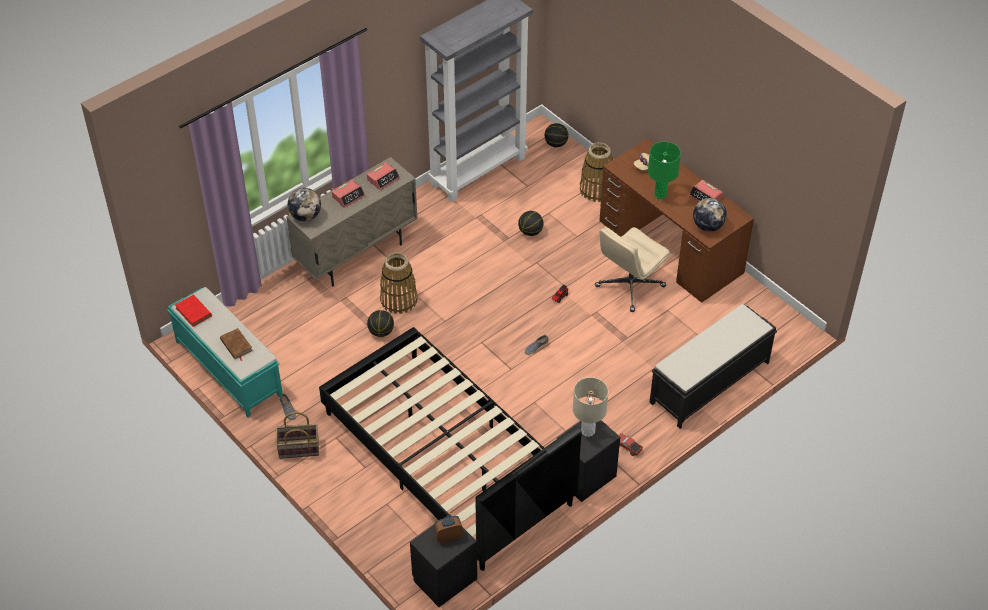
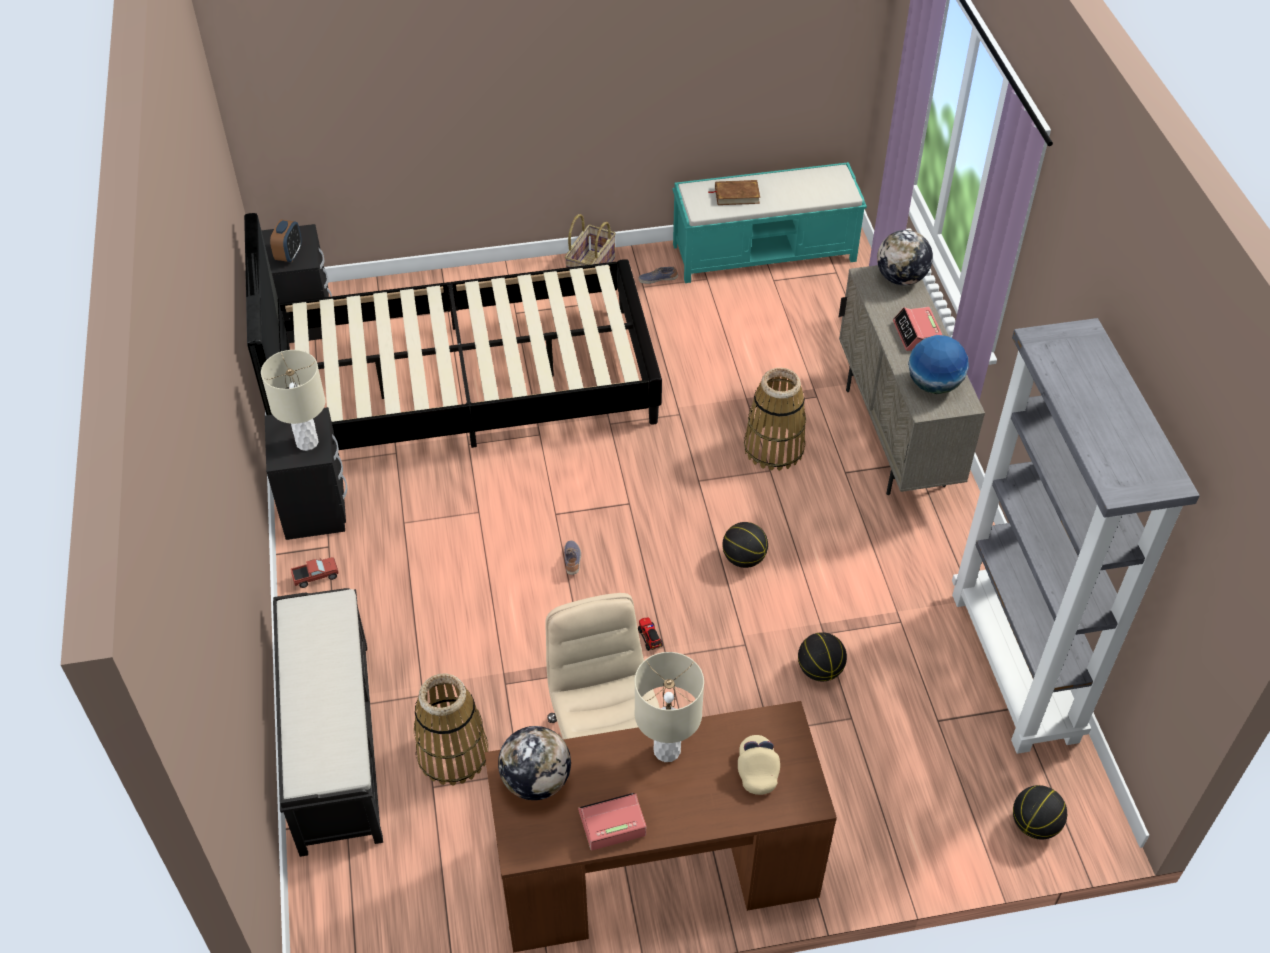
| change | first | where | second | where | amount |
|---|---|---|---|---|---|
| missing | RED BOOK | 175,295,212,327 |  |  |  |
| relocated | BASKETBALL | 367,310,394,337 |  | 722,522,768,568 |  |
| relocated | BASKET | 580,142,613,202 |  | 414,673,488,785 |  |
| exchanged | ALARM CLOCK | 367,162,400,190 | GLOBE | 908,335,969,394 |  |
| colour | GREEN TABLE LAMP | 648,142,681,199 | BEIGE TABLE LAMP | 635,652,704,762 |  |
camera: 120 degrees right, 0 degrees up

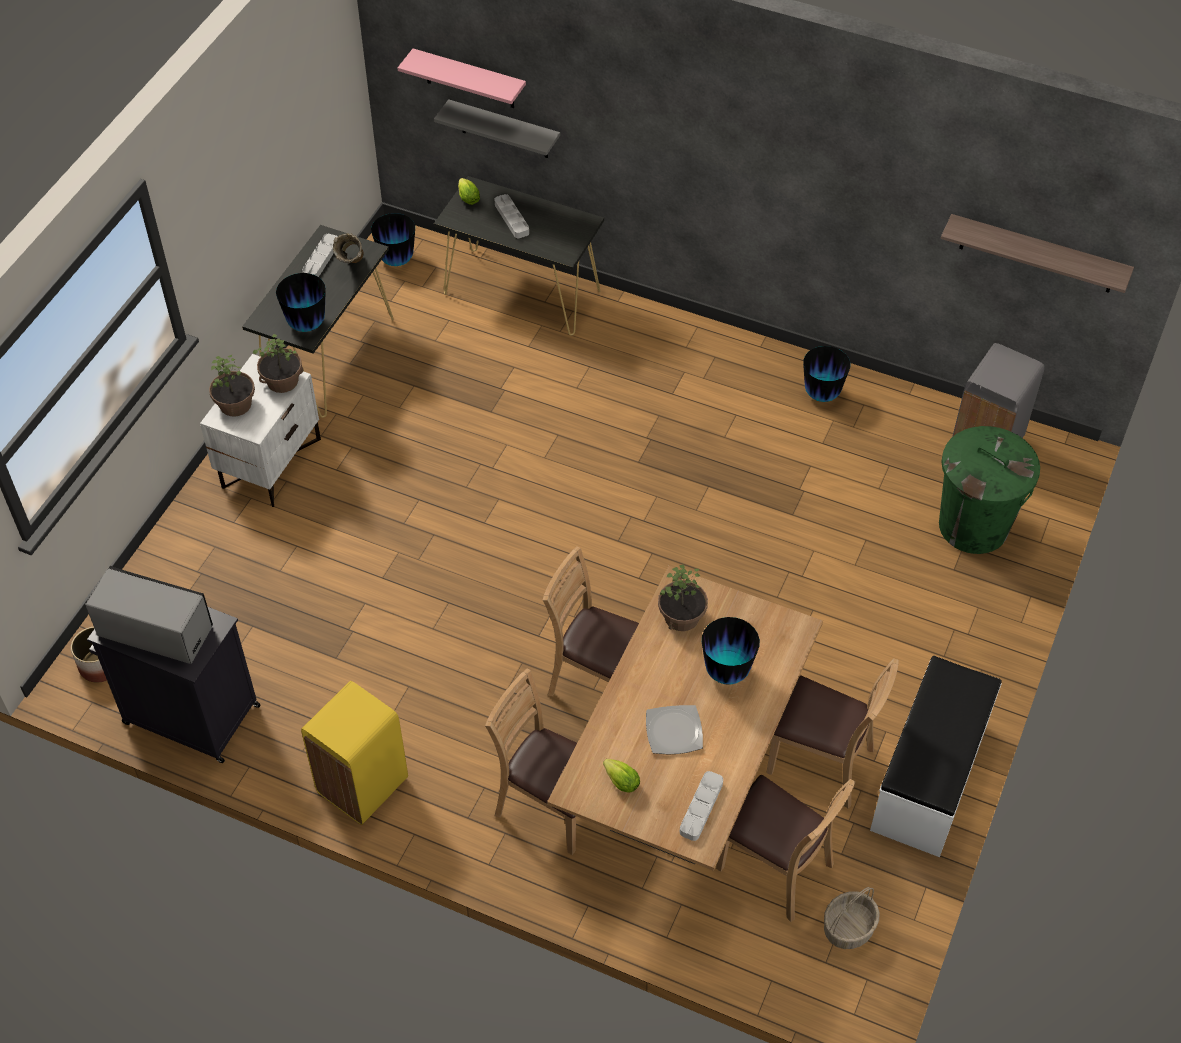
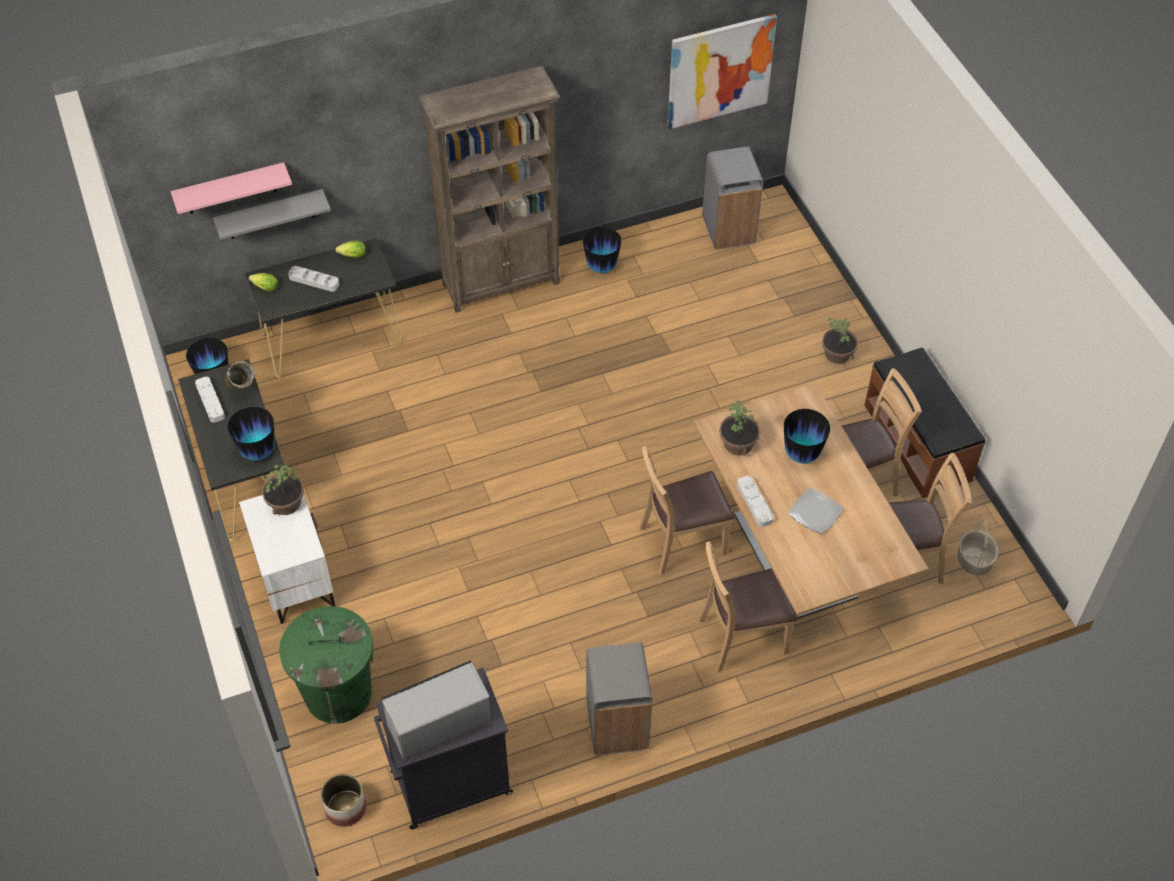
| change | first | where | second | where | amount |
|---|---|---|---|---|---|
| appeared |  |  | BROWN BOOKCASE | 419,66,560,313 |  |
| relocated | POTTED PLANT | 209,355,255,417 |  | 822,318,858,364 |  |
| relocated | LETTUCE | 603,759,640,793 |  | 335,241,366,258 |  |
| relocated | GREY TRAY | 680,771,723,841 |  | 737,476,773,527 |  |
| relocated | GREEN TRASH CAN | 939,426,1040,554 |  | 279,606,373,724 |  |
| exchanged | SHELF | 941,214,1134,293 | PICTURE | 668,14,777,129 |  |
| colour | YELLOW TRASH CAN | 301,681,408,825 | GREY TRASH CAN | 586,642,652,755 |  |
| colour | WHITE BENCH | 870,656,1002,857 | BROWN BENCH | 864,347,985,498 |  |
camera: 45 degrees left, 0 degrees up

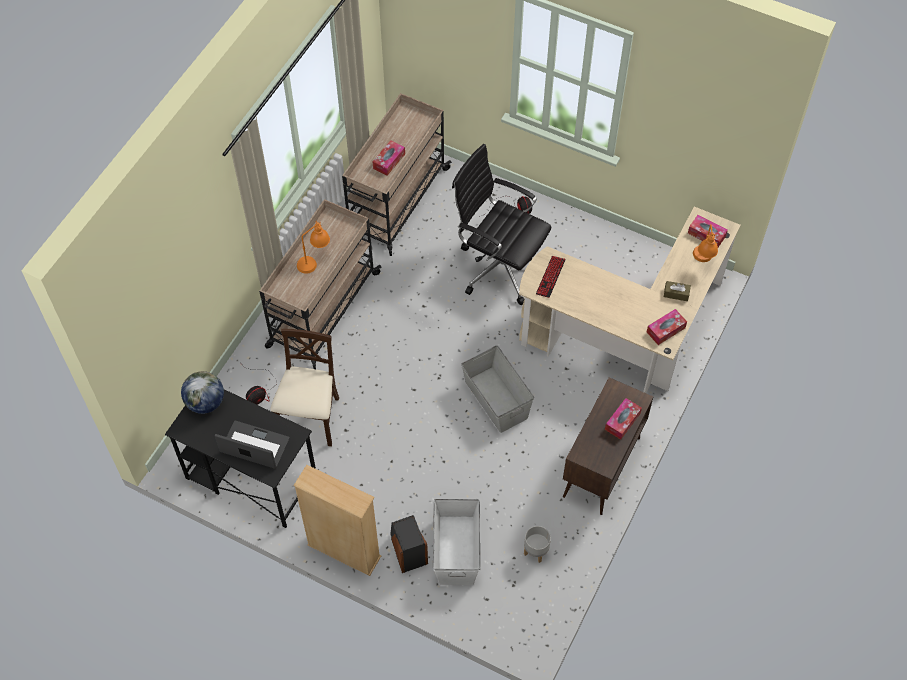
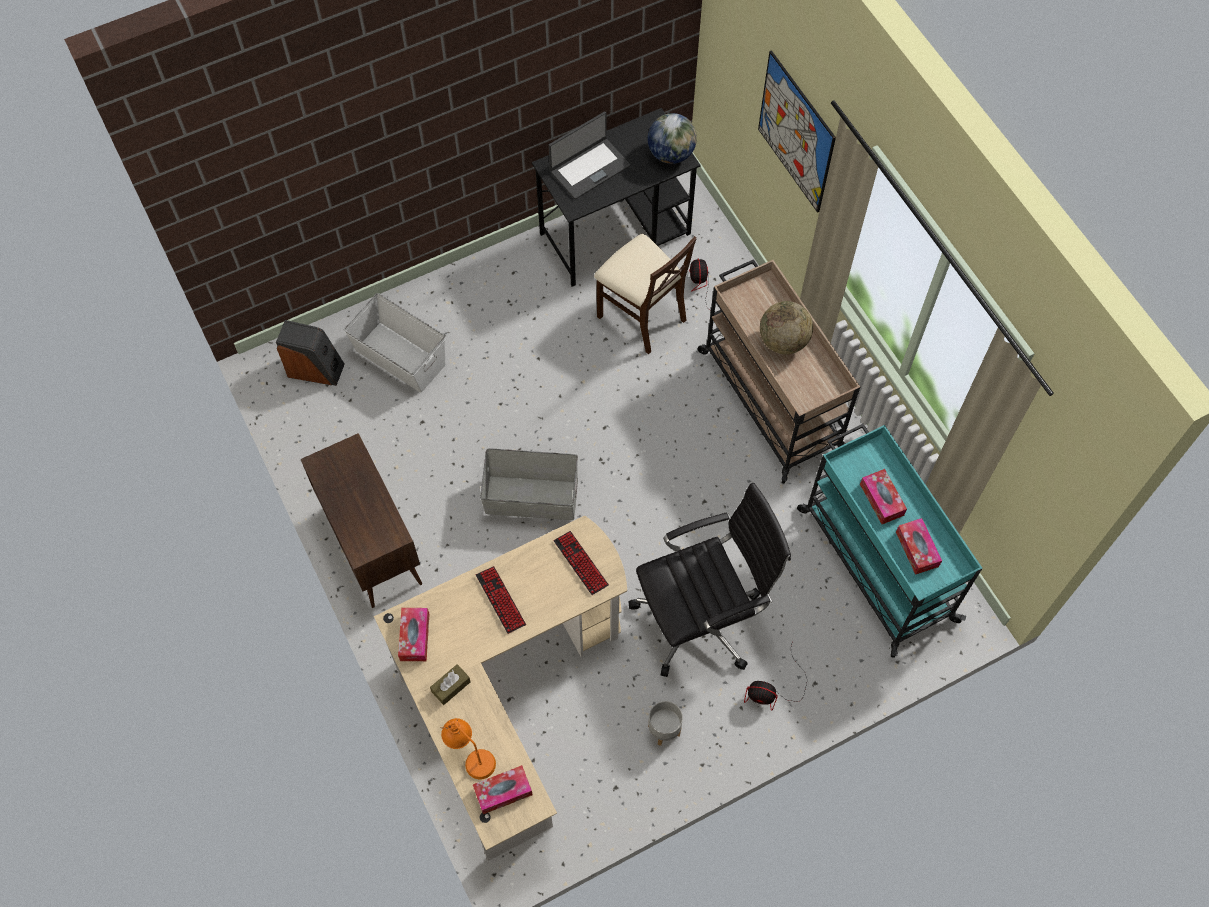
| change | first | where | second | where | amount |
|---|---|---|---|---|---|
| missing | BEIGE BOOKCASE | 293,465,381,576 |  |  |  |
| appeared |  |  | KEYBOARD | 476,566,526,634 |  |
| appeared |  |  | PICTURE | 758,50,836,213 |  |
| relocated | SPEAKER | 390,515,428,573 |  | 276,320,345,386 |  |
| relocated | GREY PLANTER | 524,526,551,563 |  | 648,701,683,746 |  |
| relocated | TISSUE BOX | 605,398,642,440 |  | 896,518,942,575 |  |
| exchanged | ORANGE TABLE LAMP | 297,221,330,274 | GLOBE | 760,301,813,354 |  |
| colour | BEIGE CART | 342,93,452,256 | TURQUOISE CART | 797,424,983,658 |  |
camera: 125 degrees right, 5 degrees up

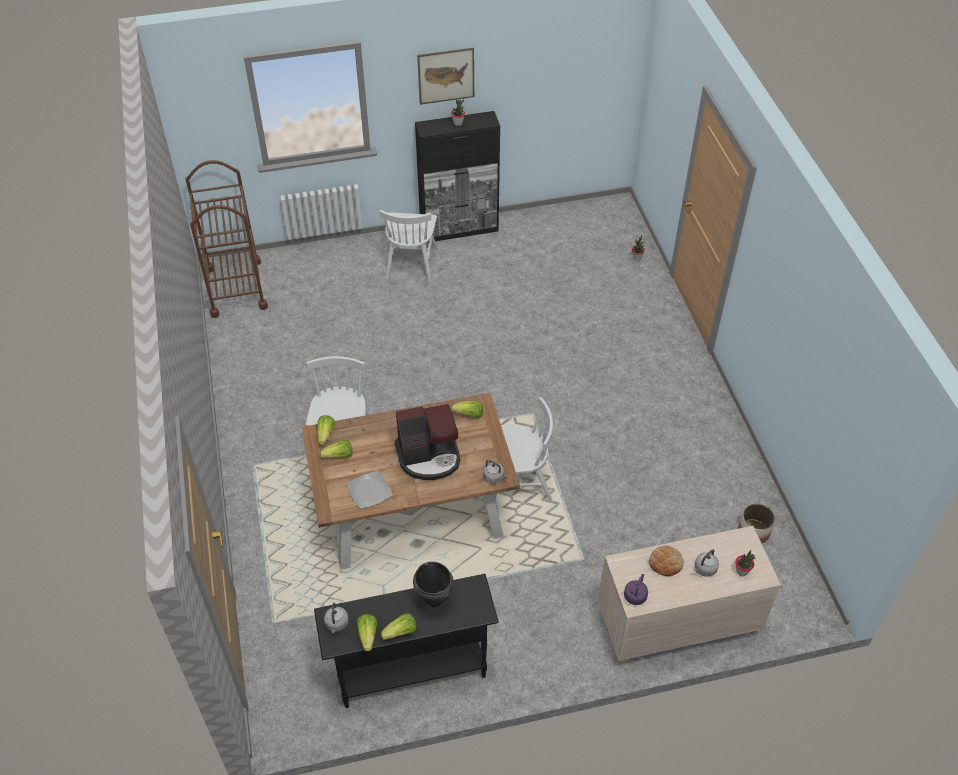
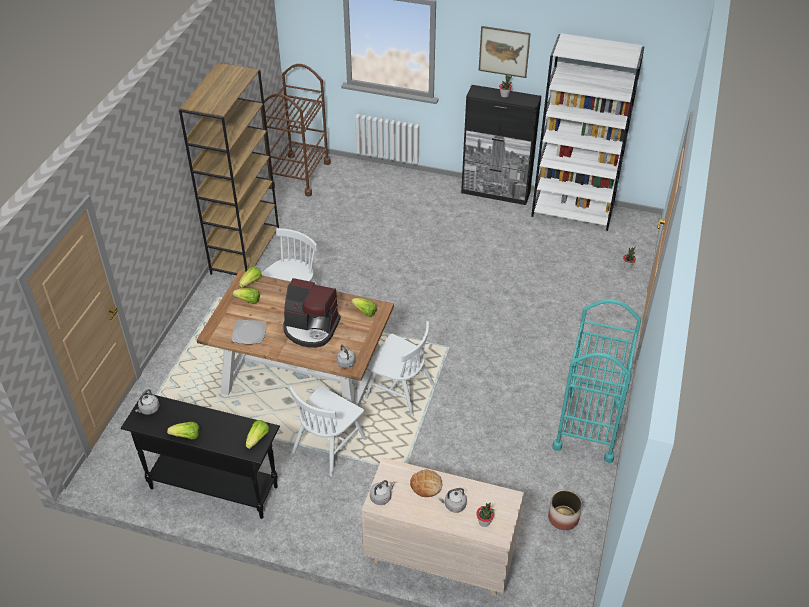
| change | first | where | second | where | amount |
|---|---|---|---|---|---|
| missing | BLACK COOKING POT | 413,561,454,607 |  |  |  |
| appeared |  |  | BROWN BOOKCASE | 179,63,279,275 |  |
| appeared |  |  | WHITE BOOKCASE | 531,33,644,231 |  |
| appeared |  |  | TURQUOISE CART | 552,299,641,463 |  |
| relocated | LETTUCE | 357,614,378,651 |  | 246,420,270,449 |  |
| relocated | WHITE CHAIR | 380,210,438,282 |  | 289,386,367,476 |  |
| colour | PURPLE KETTLE | 624,574,648,605 | GREY KETTLE | 370,480,395,505 |  |
camera: 30 degrees right, 5 degrees down

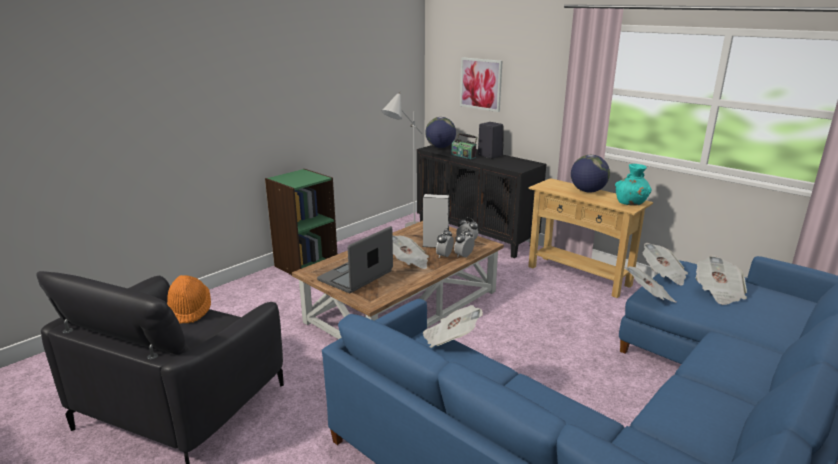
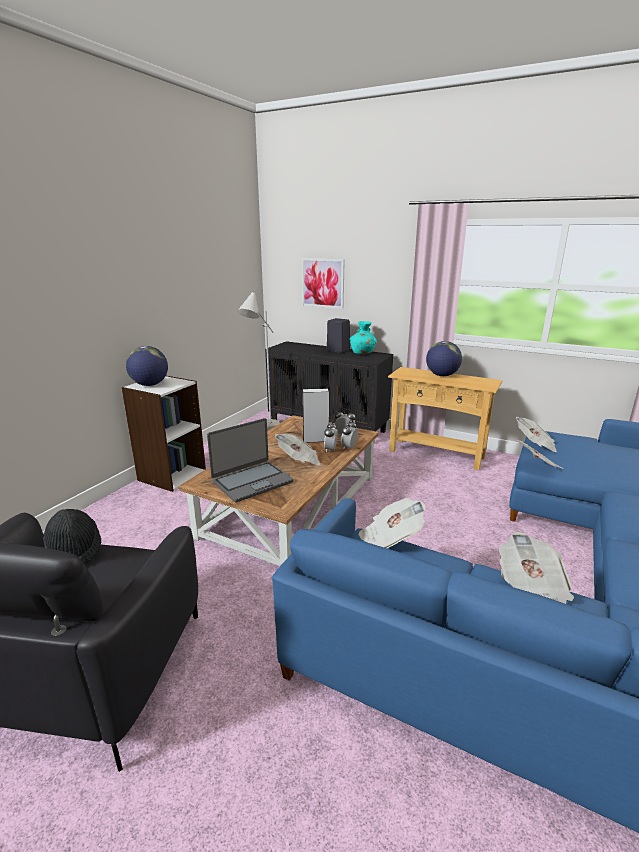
| change | first | where | second | where | amount |
|---|---|---|---|---|---|
| missing | RADIO | 451,133,478,159 |  |  |  |
| relocated | GLOBE | 425,117,456,148 |  | 126,346,168,386 |  |
| relocated | TURQUOISE VASE | 615,164,652,206 |  | 350,321,377,354 |  |
| relocated | NEWSPAPER | 696,256,747,305 |  | 499,532,574,604 |  |
| colour | ORANGE HAT | 167,275,211,323 | BLACK HAT | 43,509,101,565 |  |
| colour | GREEN BOOKCASE | 265,169,337,275 | WHITE BOOKCASE | 122,376,206,492 |  |
| spun | LAPTOP | 317,226,393,293 |  | 207,418,294,503 | 150 degrees counterclockwise |
camera: 15 degrees left, 0 degrees up

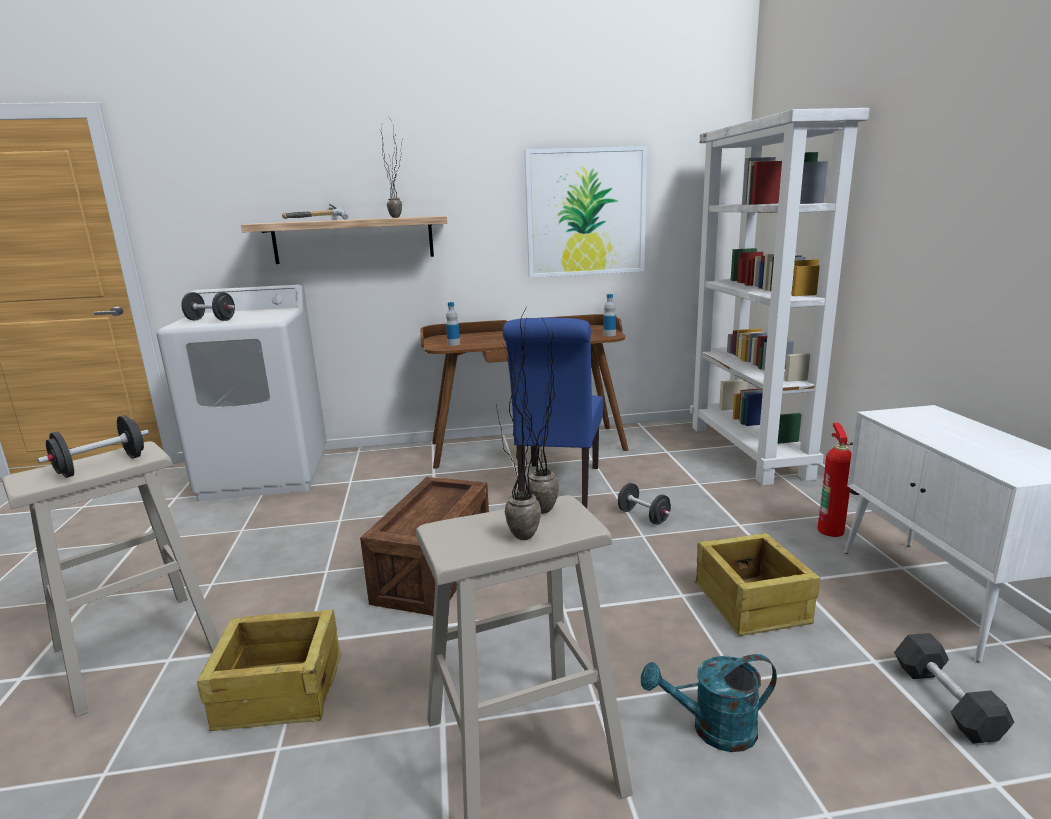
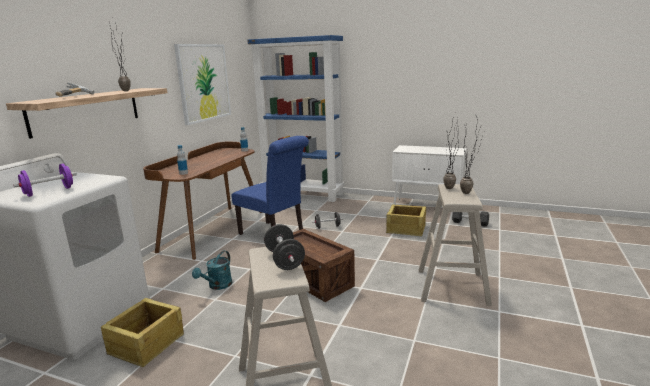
| change | first | where | second | where | amount |
|---|---|---|---|---|---|
| missing | FIRE EXTINGUISHER | 817,423,860,537 |  |  |  |
| relocated | CRATE | 197,609,341,731 |  | 101,298,184,367 |  |
| relocated | TURQUOISE WATERING CAN | 641,654,777,752 |  | 192,250,232,290 |  |
| colour | BLACK DUMBBELL | 181,292,235,321 | PURPLE DUMBBELL | 13,164,77,197 |  |
| colour | WHITE BOOKCASE | 690,108,870,485 | BLUE BOOKCASE | 247,35,345,202 |  |
camera: 60 degrees left, 0 degrees up

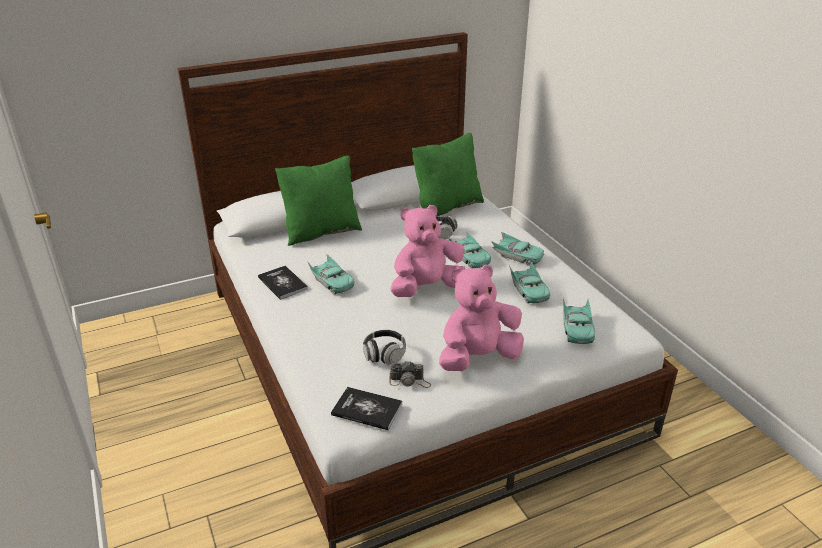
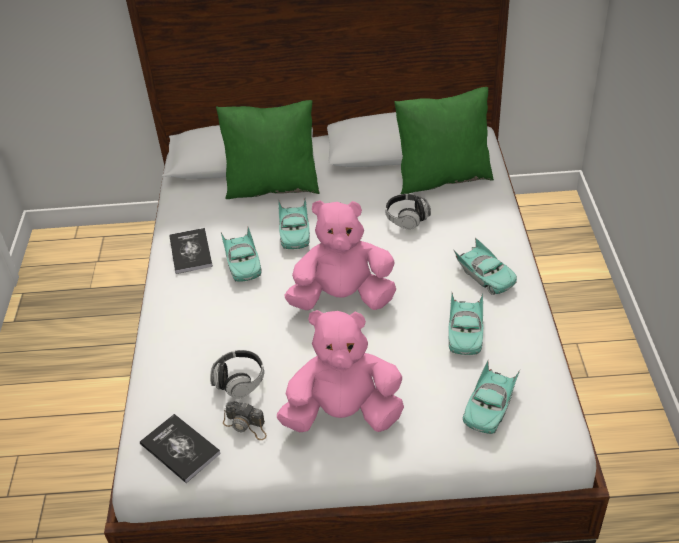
| change | first | where | second | where | amount |
|---|---|---|---|---|---|
| relocated | TURQUOISE TOY CAR | 448,231,491,268 |  | 278,198,310,249 |  |
camera: 25 degrees right, 10 degrees up

